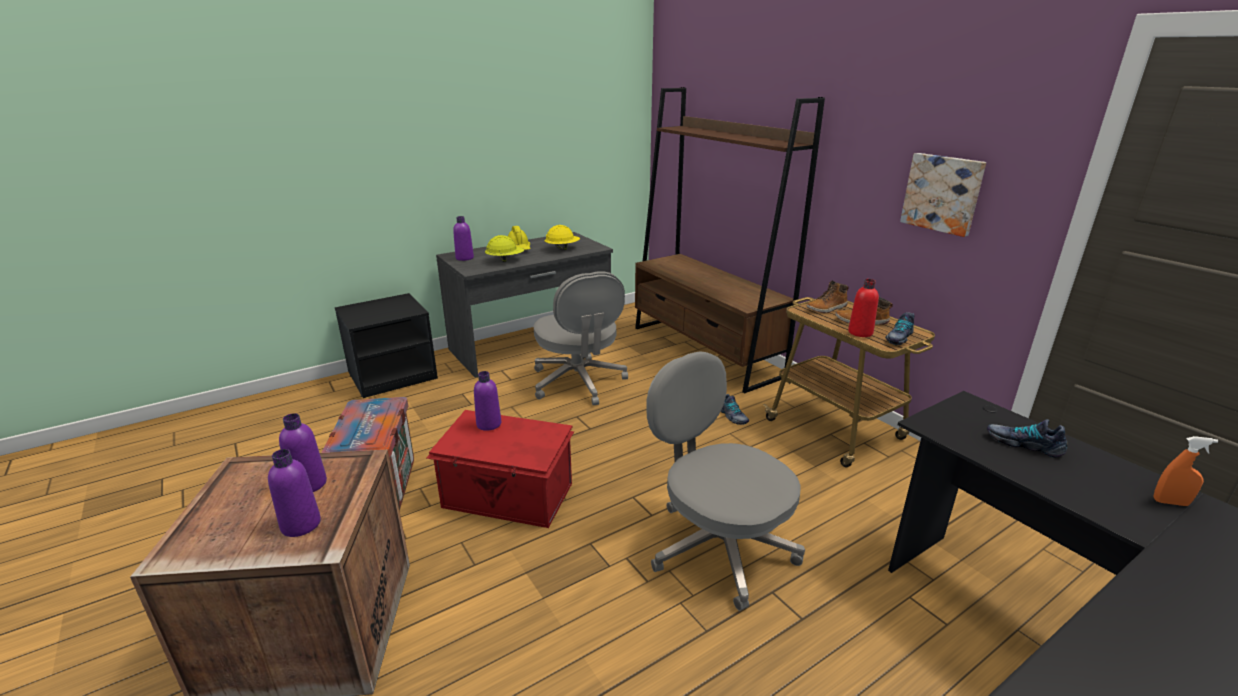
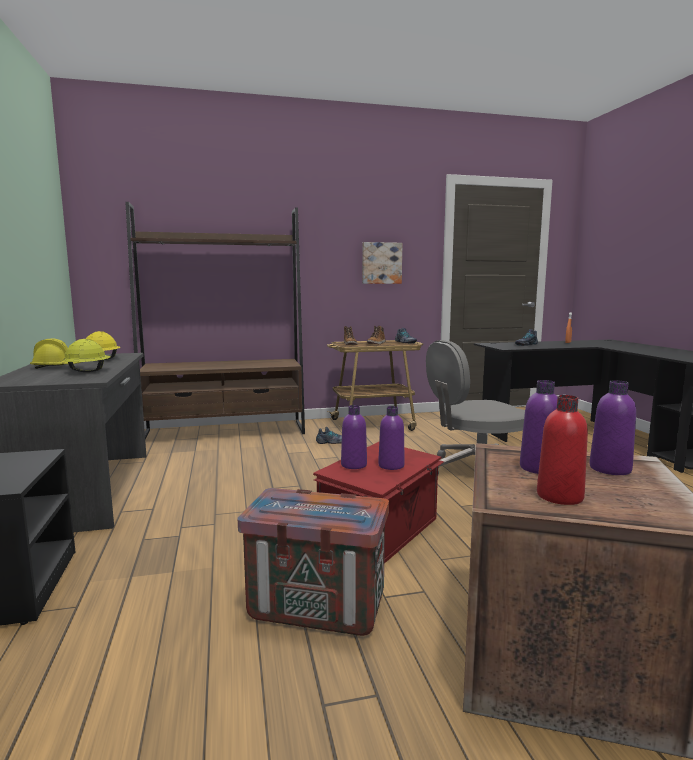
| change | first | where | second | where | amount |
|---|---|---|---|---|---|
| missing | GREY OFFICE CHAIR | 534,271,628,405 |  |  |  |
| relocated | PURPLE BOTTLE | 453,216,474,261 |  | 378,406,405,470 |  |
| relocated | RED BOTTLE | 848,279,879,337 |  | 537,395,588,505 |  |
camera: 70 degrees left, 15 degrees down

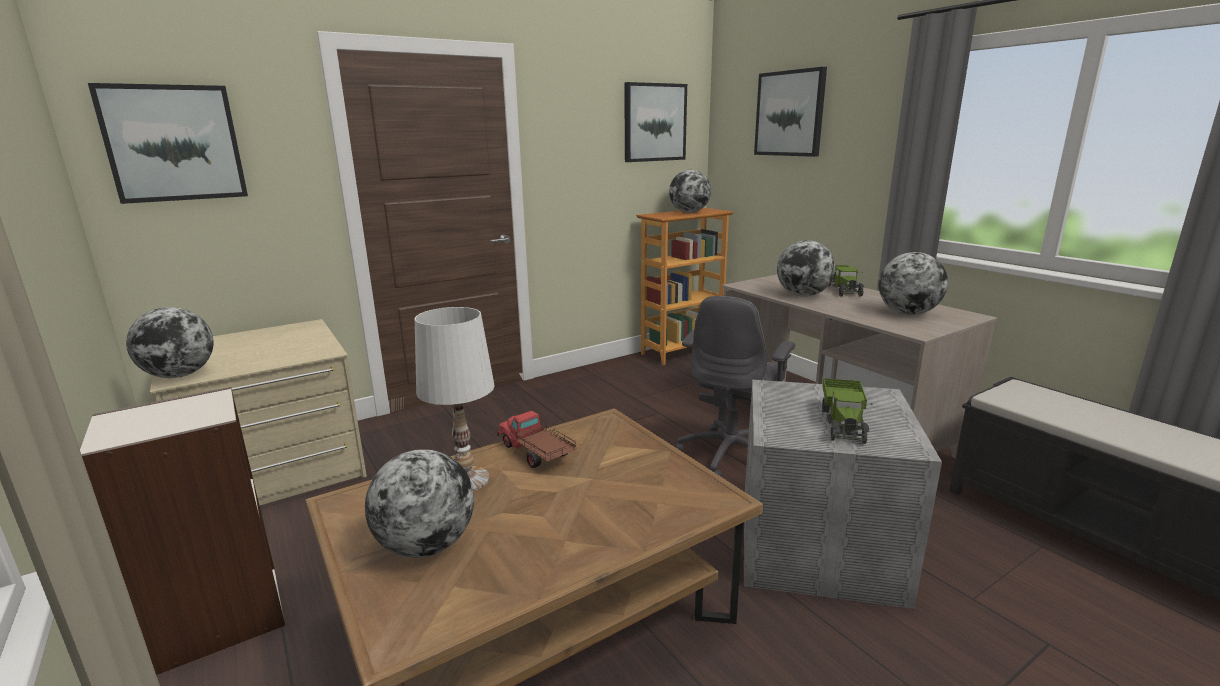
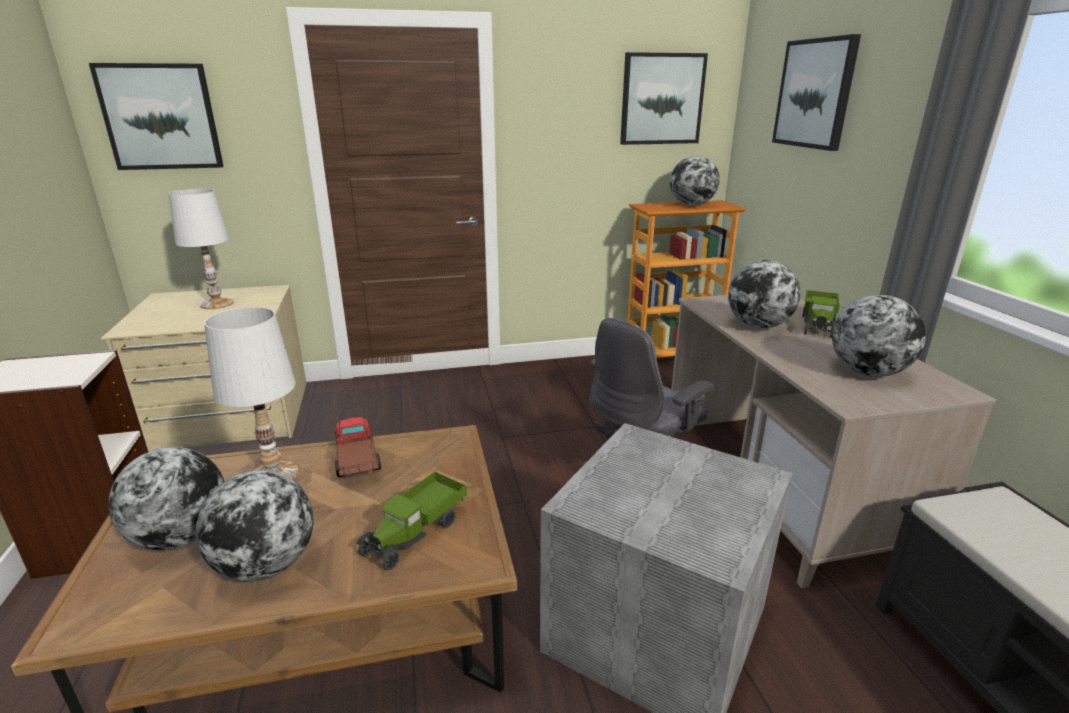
| change | first | where | second | where | amount |
|---|---|---|---|---|---|
| appeared |  |  | WHITE TABLE LAMP | 168,189,233,309 |  |
| relocated | GLOBE | 126,307,214,378 |  | 196,470,314,582 |  |
| relocated | TOY TRUCK | 822,378,873,444 |  | 356,472,467,570 |  |
camera: 20 degrees right, 5 degrees up

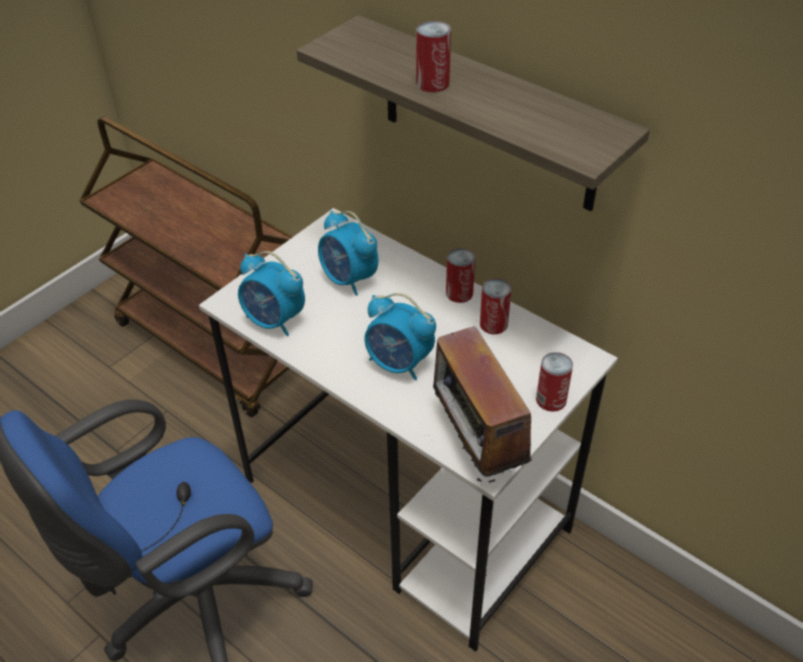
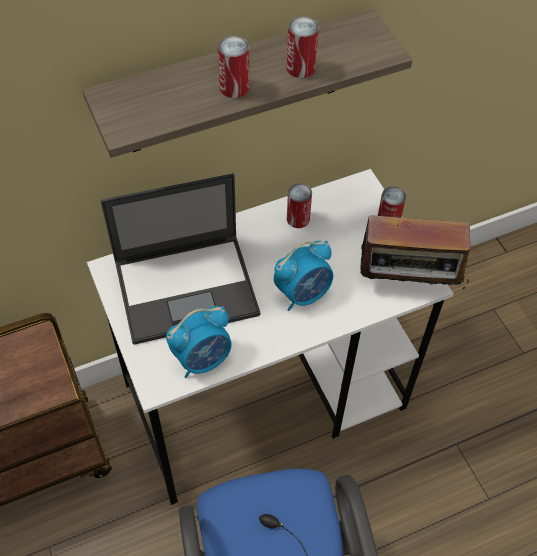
| change | first | where | second | where | amount |
|---|---|---|---|---|---|
| relocated | CAN | 446,248,475,303 |  | 287,17,319,78 |  |
| exchanged | ALARM CLOCK | 318,210,379,296 | LAPTOP | 101,174,261,345 |  |
camera: 65 degrees left, 10 degrees up

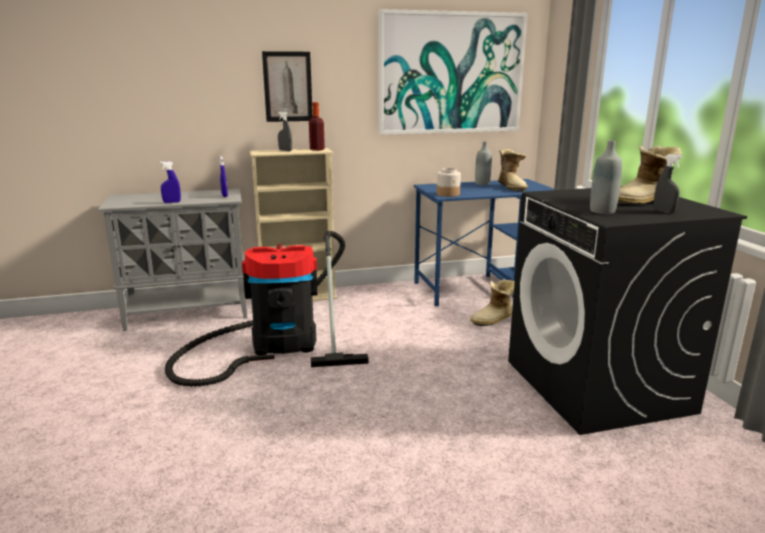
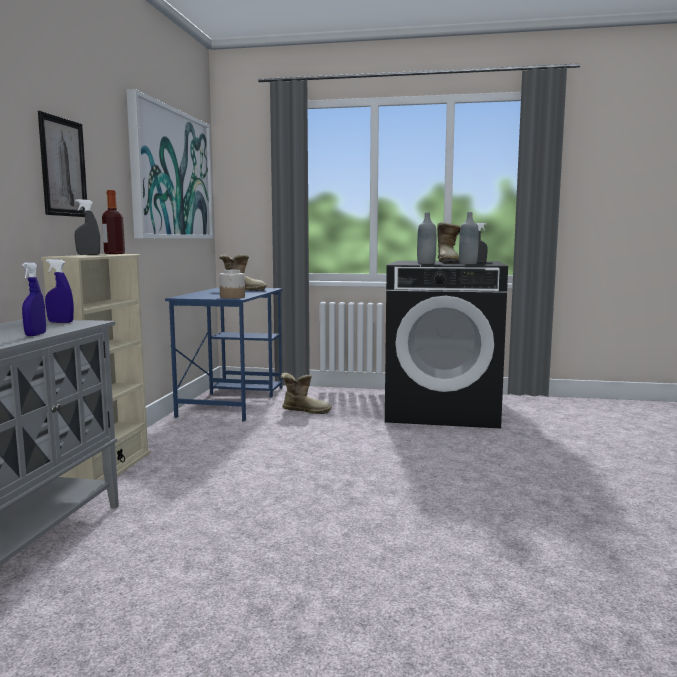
| change | first | where | second | where | amount |
|---|---|---|---|---|---|
| missing | VACUUM CLEANER | 165,231,369,387 |  |  |  |
| relocated | GREY BOTTLE | 475,141,492,185 |  | 417,212,436,264 |  |
| spun | BOOT | 470,279,515,326 |  | 281,373,332,414 | 75 degrees counterclockwise |
camera: 65 degrees left, 10 degrees down

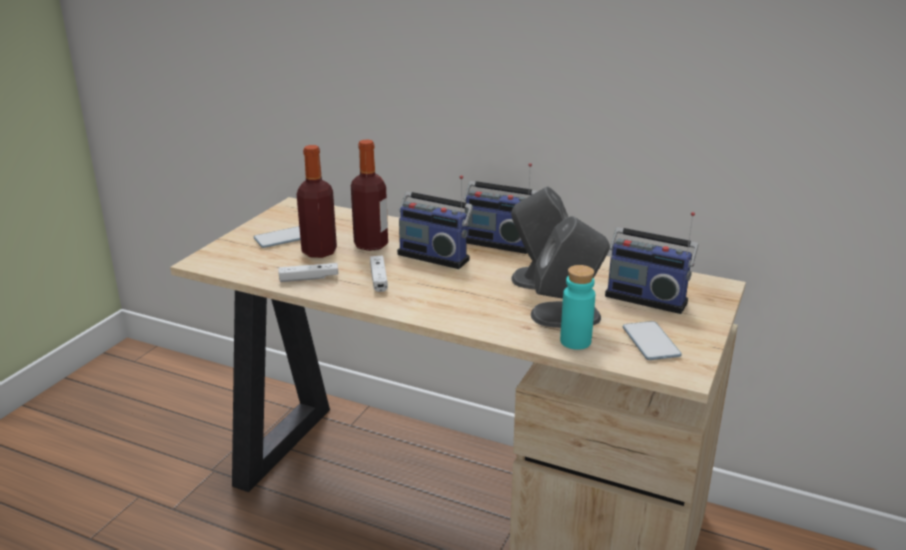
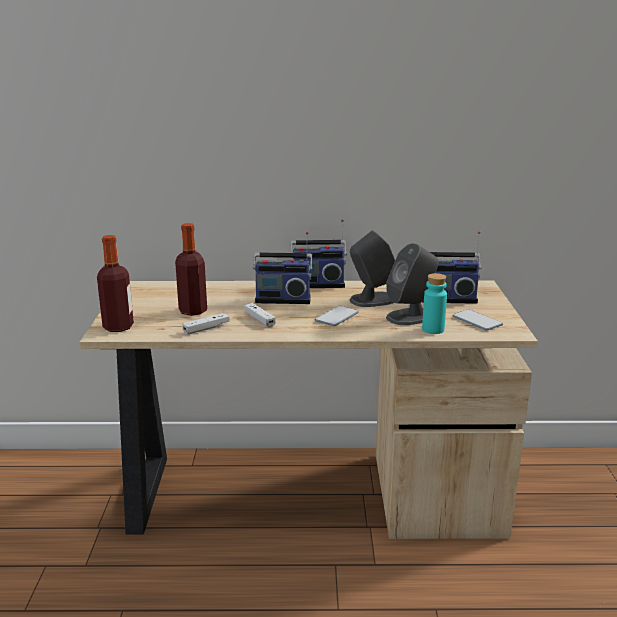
| change | first | where | second | where | amount |
|---|---|---|---|---|---|
| relocated | PHONE | 254,226,301,248 |  | 315,306,359,326 |  |
| relocated | BOTTLE | 351,139,388,251 |  | 97,235,134,332 |  |
camera: 25 degrees left, 5 degrees down

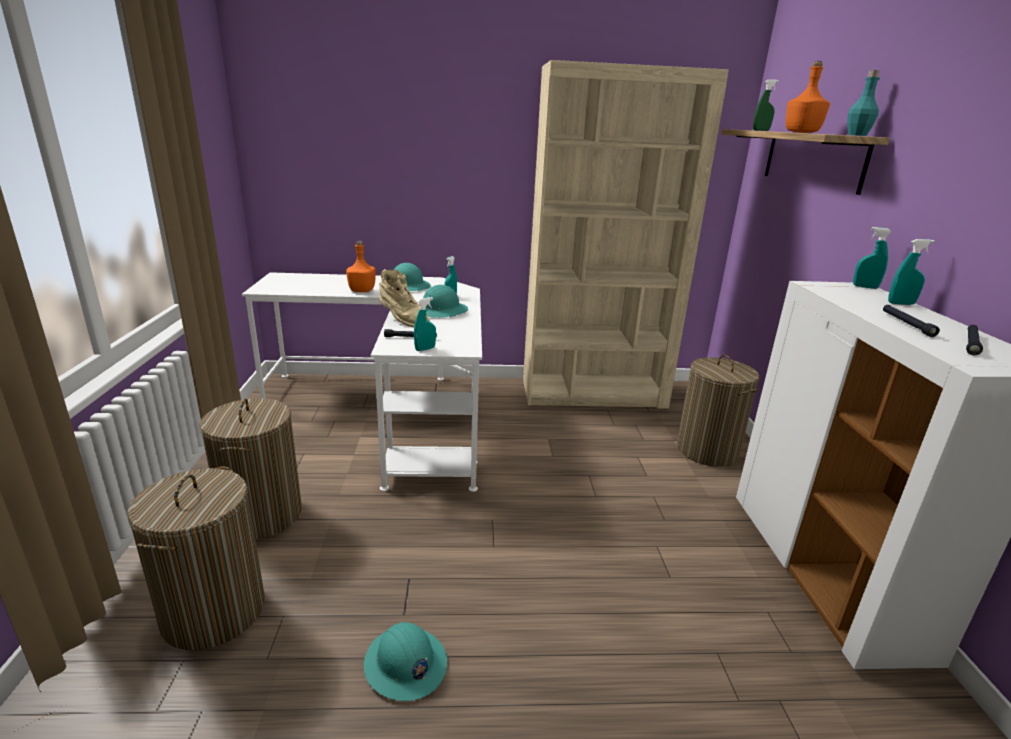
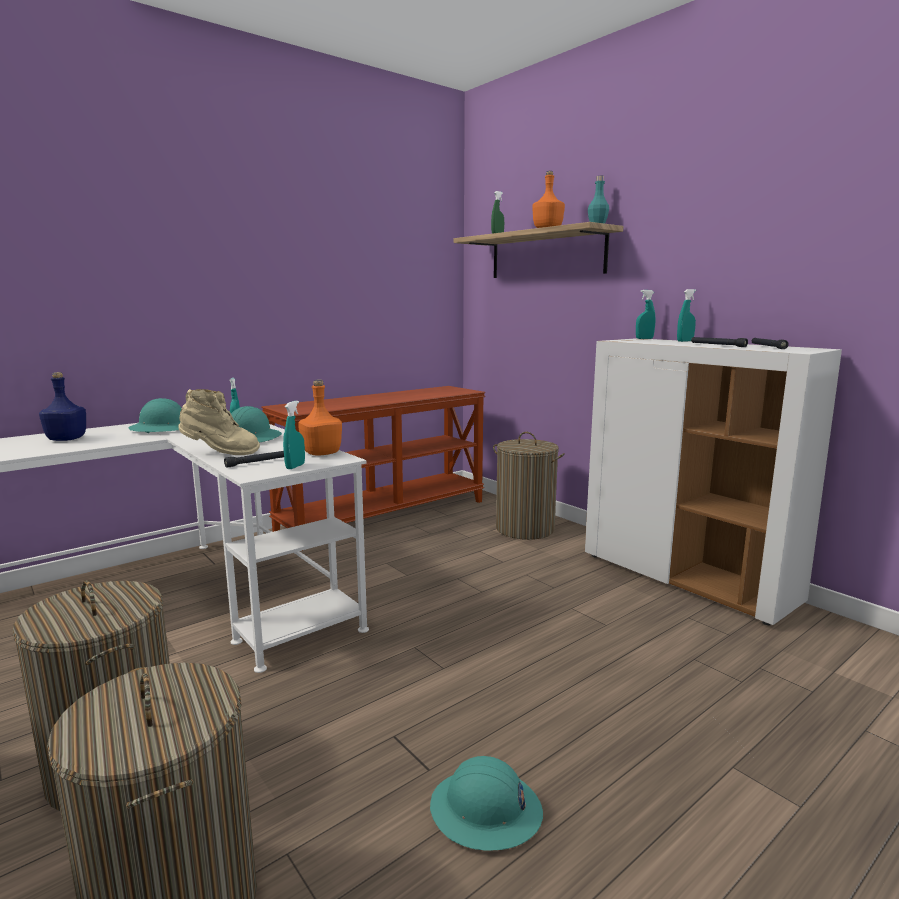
| change | first | where | second | where | amount |
|---|---|---|---|---|---|
| appeared |  |  | BLUE BOTTLE | 39,372,86,441 |  |
| relocated | ORANGE BOTTLE | 346,241,376,292 |  | 298,379,342,455 |  |
| exchanged | BEIGE BOOKCASE | 523,60,729,409 | BROWN CONSOLE TABLE | 261,386,486,551 |  |
camera: 35 degrees left, 10 degrees down

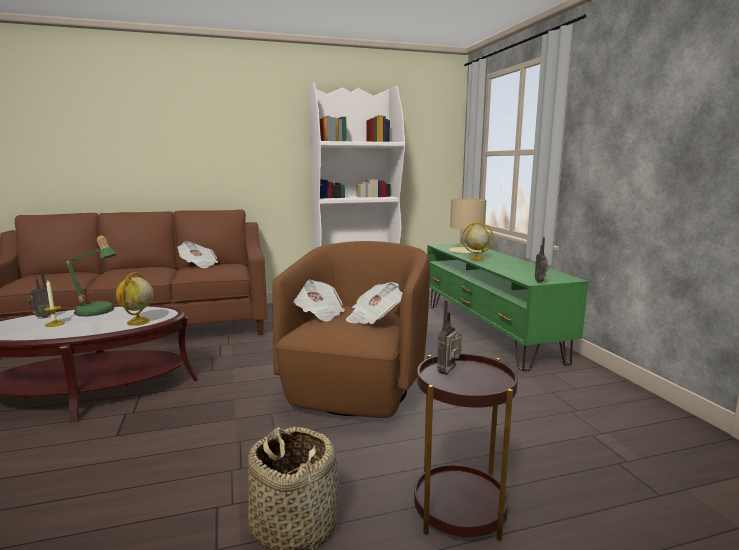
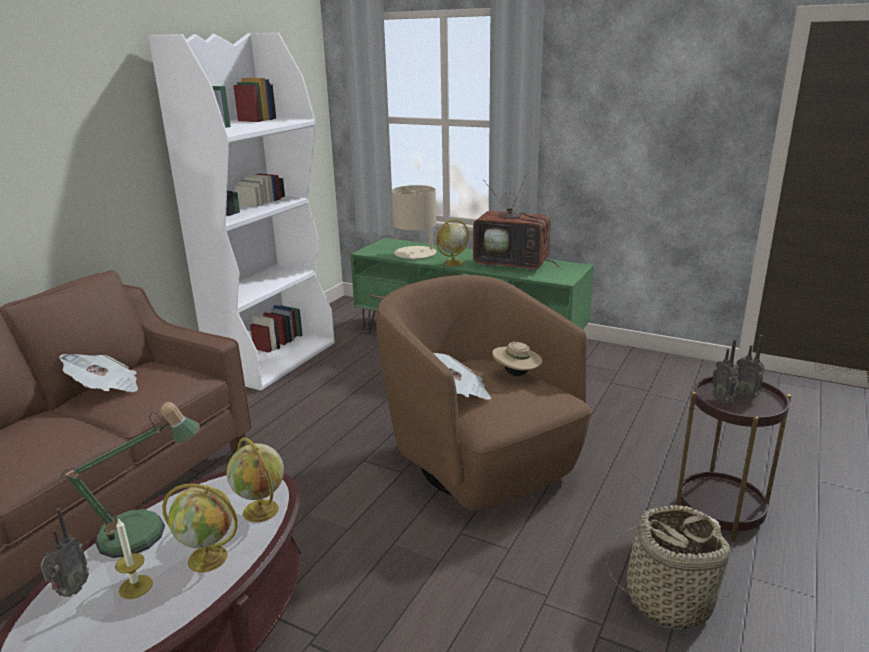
| change | first | where | second | where | amount |
|---|---|---|---|---|---|
| appeared |  |  | GLOBE | 162,484,238,572 |  |
| appeared |  |  | TELEVISION | 473,172,560,271 |  |
| relocated | RADIO | 535,237,549,283 |  | 734,335,765,400 |  |
| exchanged | NEWSPAPER | 346,282,403,324 | BEIGE HAT | 492,342,542,376 |  |
camera: 45 degrees left, 10 degrees up

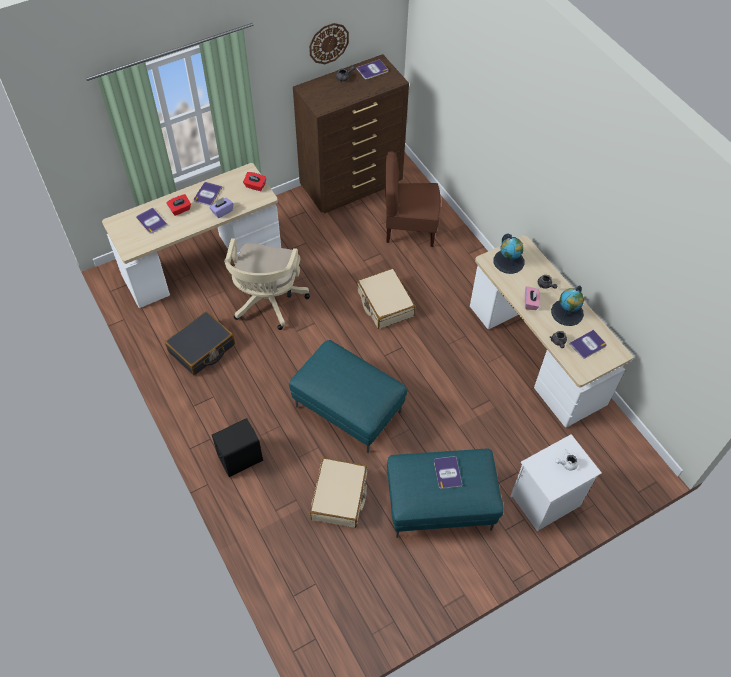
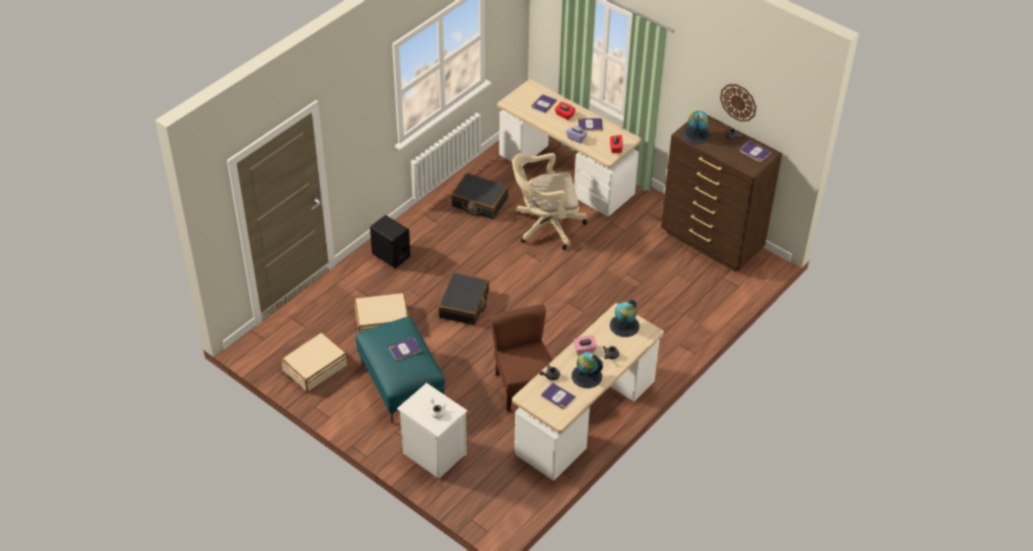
| change | first | where | second | where | amount |
|---|---|---|---|---|---|
| appeared |  |  | GLOBE | 683,111,711,144 |  |
| relocated | BEIGE SUITCASE | 357,268,415,329 |  | 281,332,347,392 |  |
| relocated | BROWN CHAIR | 385,152,441,247 |  | 490,305,553,411 |  |
| exchanged | TURQUOISE OTTOMAN | 289,340,408,453 | BLACK SUITCASE | 438,272,489,325 |  |
camera: 70 degrees right, 10 degrees down

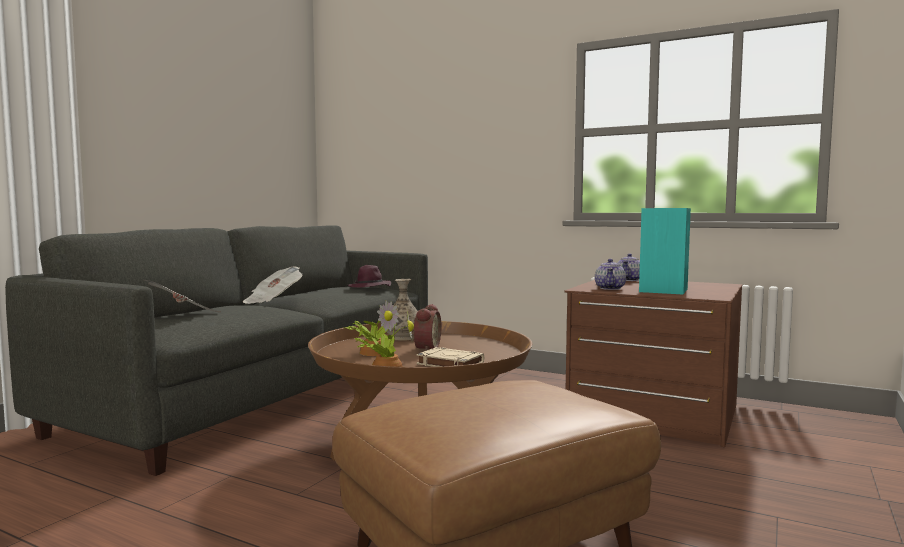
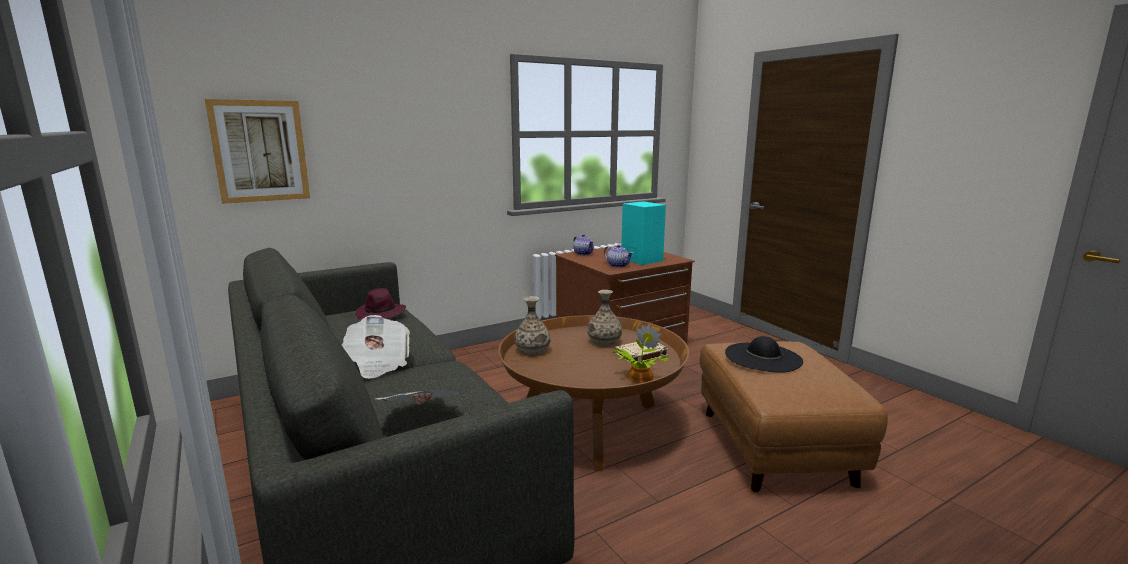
| change | first | where | second | where | amount |
|---|---|---|---|---|---|
| missing | POTTED PLANT | 344,300,399,356 |  |  |  |
| missing | ALARM CLOCK | 411,304,441,351 |  |  |  |
| appeared |  |  | PICTURE | 205,99,310,204 |  |
| appeared |  |  | VASE | 587,290,622,346 |  |
| appeared |  |  | BLACK HAT | 725,336,803,373 |  |
camera: 60 degrees left, 10 degrees up

